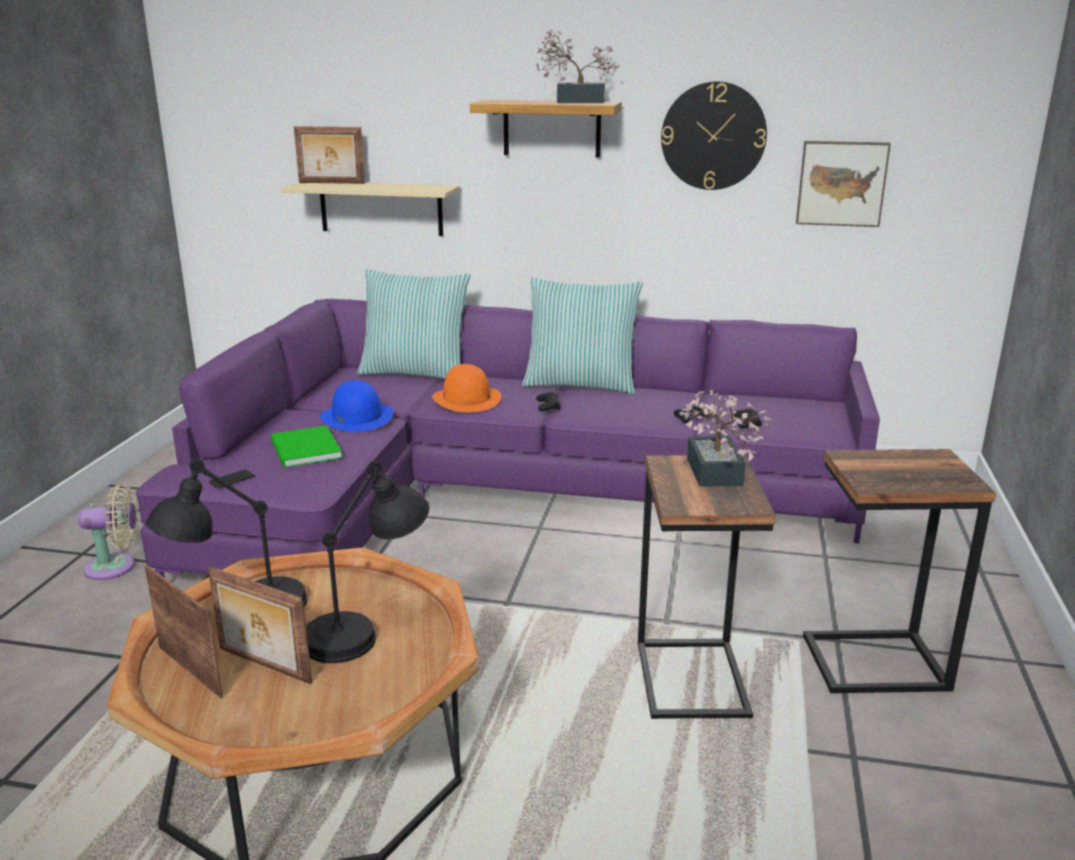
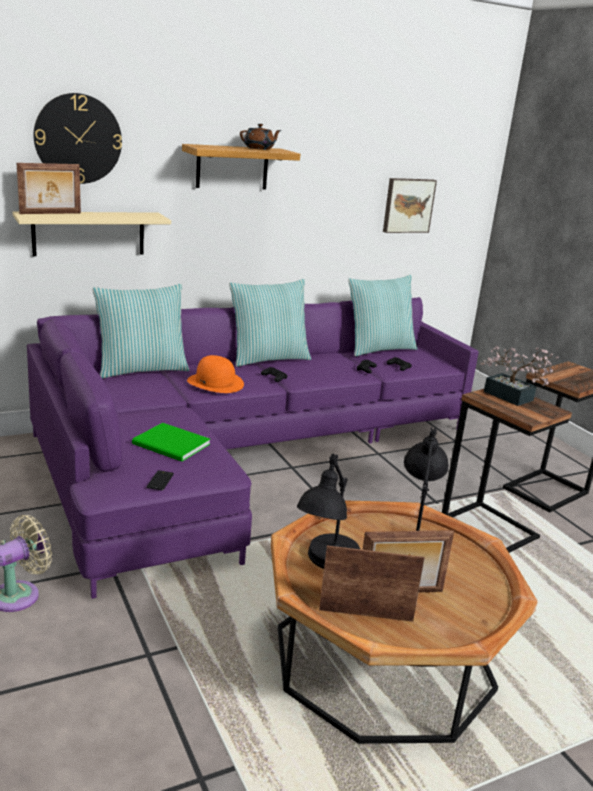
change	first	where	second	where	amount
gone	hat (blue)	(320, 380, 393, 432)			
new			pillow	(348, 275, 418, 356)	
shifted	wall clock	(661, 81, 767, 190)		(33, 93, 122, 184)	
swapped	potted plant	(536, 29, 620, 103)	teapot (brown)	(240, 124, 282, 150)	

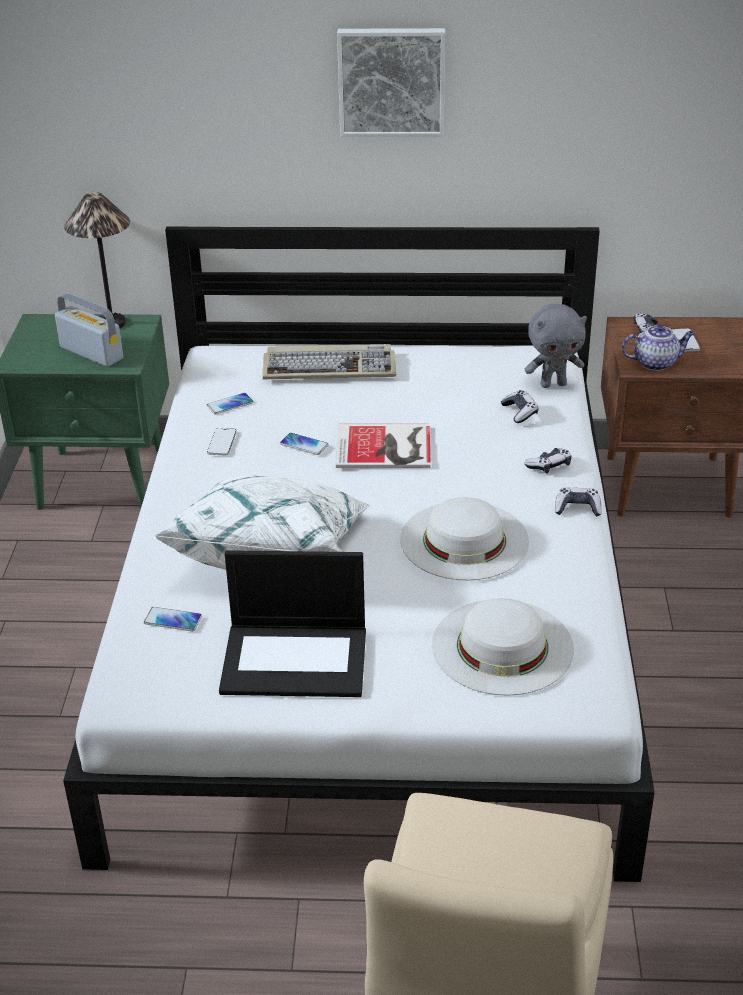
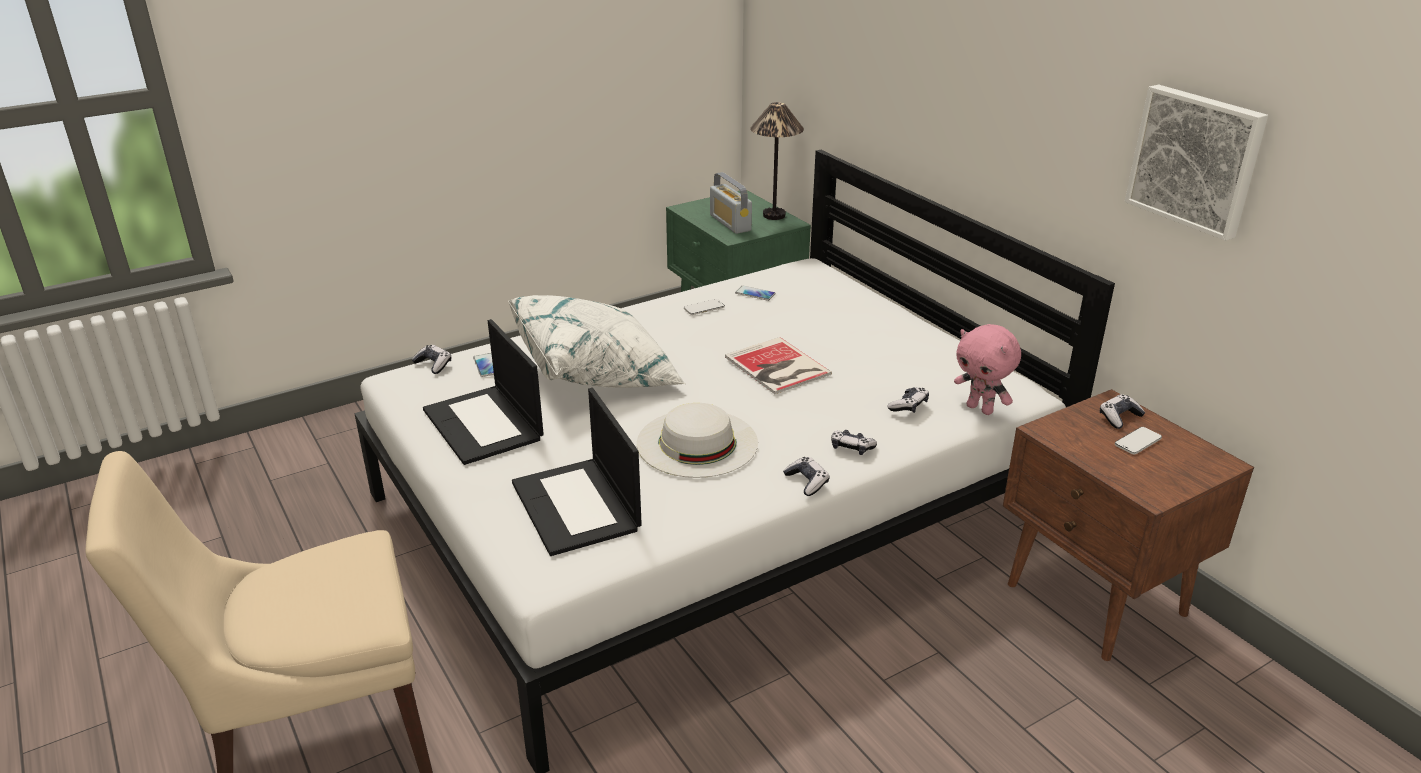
change	first	where	second	where	amount
gone	keyboard	(262, 344, 396, 380)			
gone	phone	(280, 433, 329, 455)			
gone	teapot	(622, 325, 695, 371)			
new			game controller	(412, 345, 451, 374)	
shifted	picture	(337, 28, 445, 137)		(1125, 84, 1268, 241)	
swapped	hat (white)	(432, 598, 574, 696)	laptop	(512, 388, 642, 556)	
repainted	plush toy (grey)	(525, 304, 587, 388)	plush toy (pink)	(954, 324, 1021, 415)	
rotated	radio	(55, 293, 123, 367)		(710, 172, 752, 234)	150 degrees clockwise

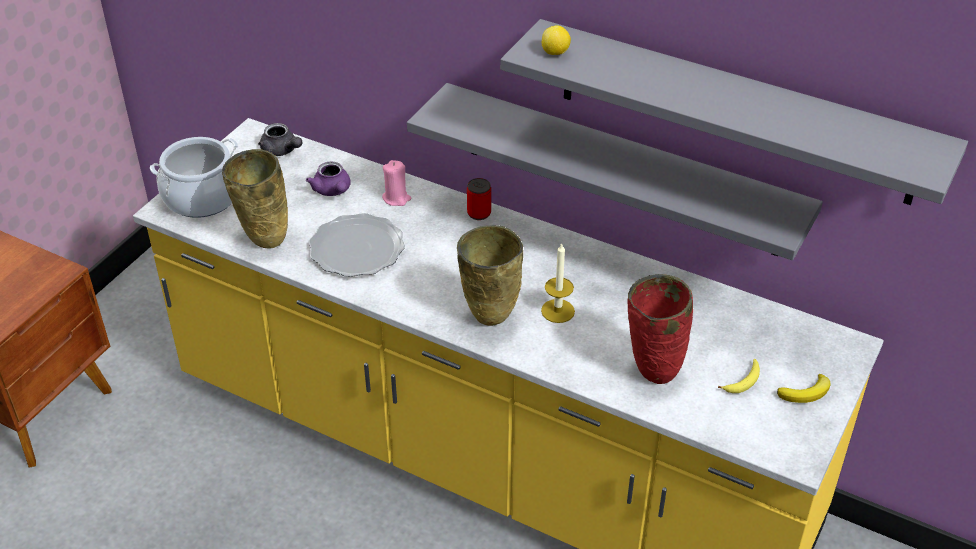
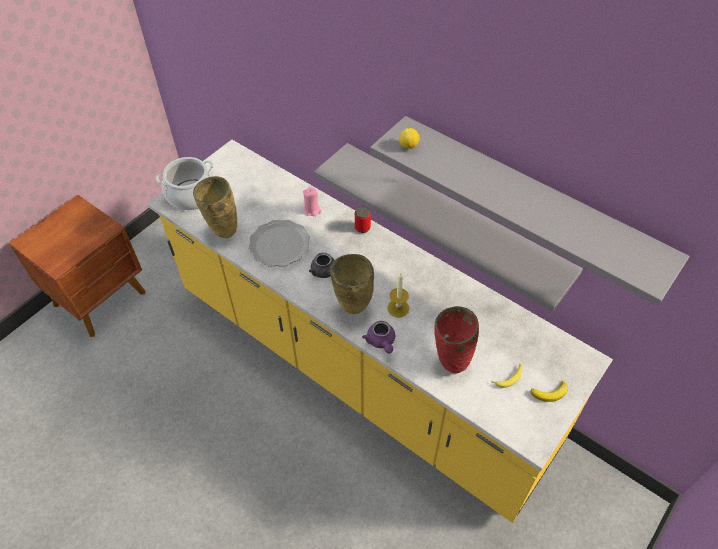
change	first	where	second	where	amount
shifted	teapot (grey)	(258, 123, 303, 156)		(309, 253, 334, 278)	
shifted	teapot (purple)	(306, 161, 351, 196)		(362, 321, 395, 354)	

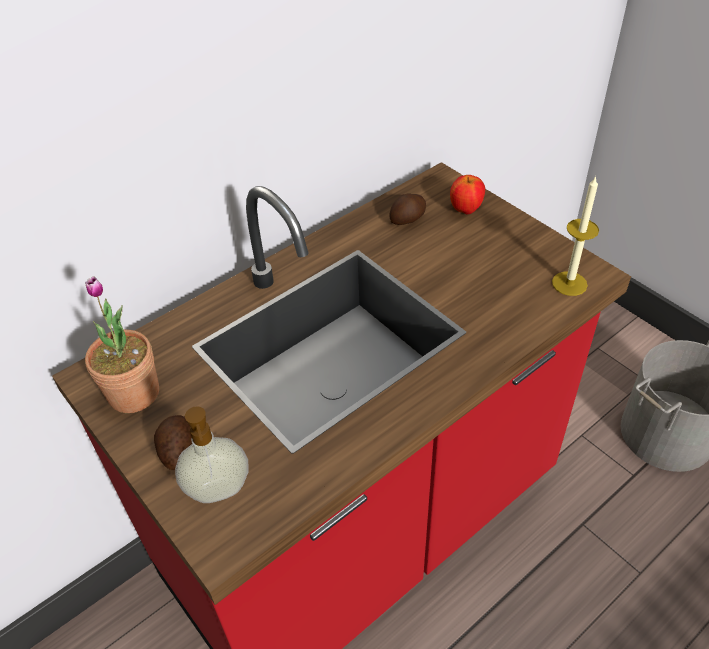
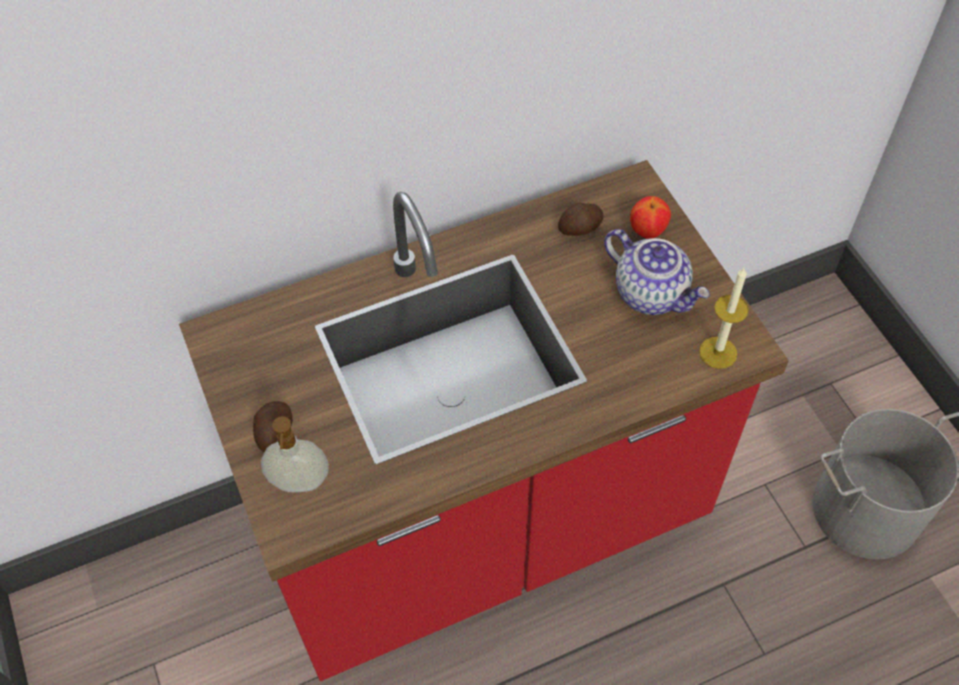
change	first	where	second	where	amount
gone	potted plant	(85, 276, 159, 413)			
new			teapot	(604, 229, 710, 315)	

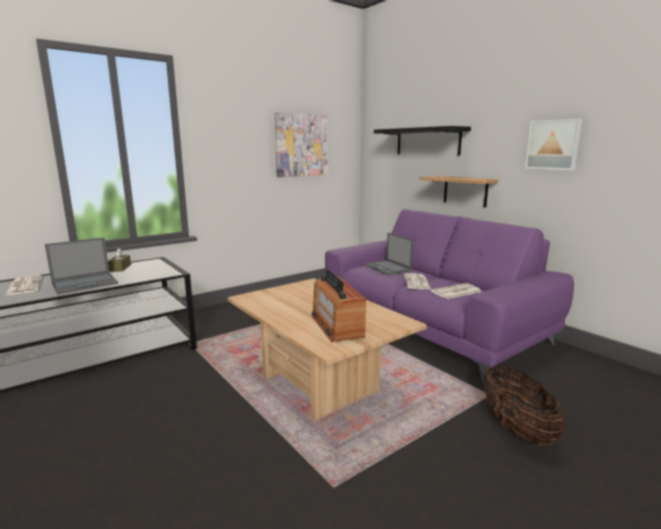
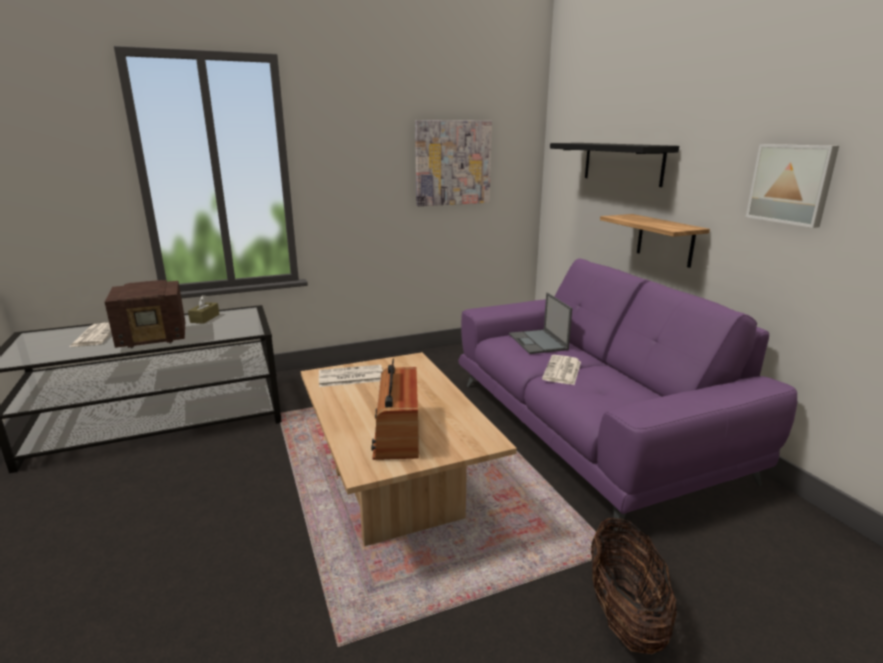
change	first	where	second	where	amount
shifted	newspaper	(431, 283, 481, 299)		(319, 365, 383, 387)	
swapped	laptop	(45, 237, 118, 294)	radio	(105, 280, 185, 348)	

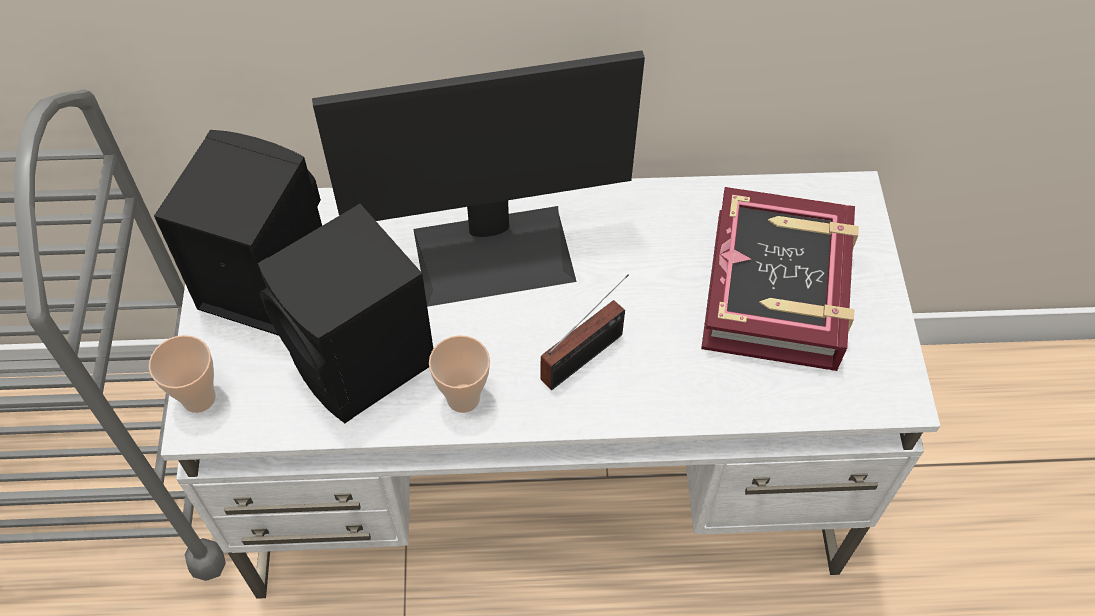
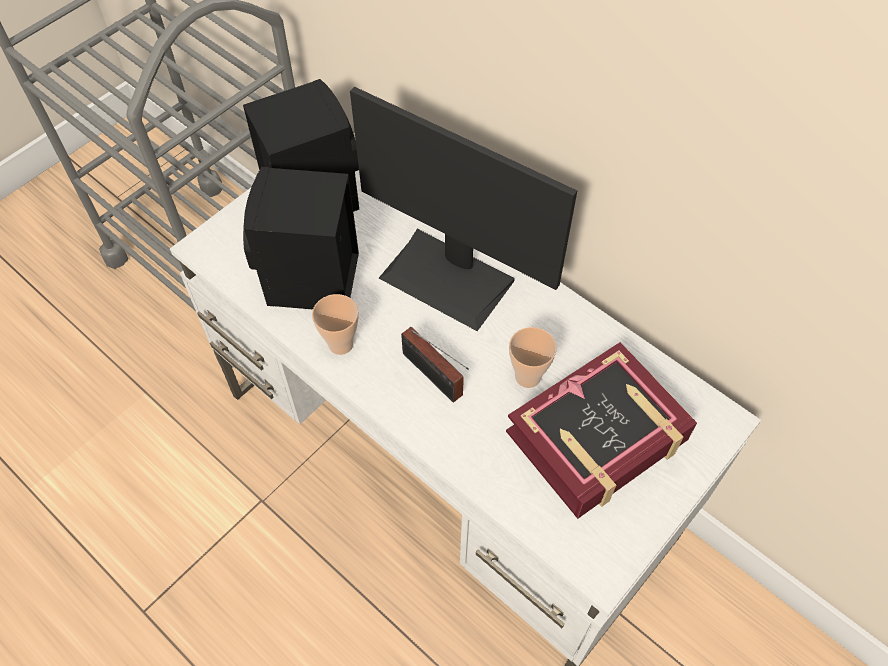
change	first	where	second	where	amount
shifted	cup	(149, 335, 216, 413)		(509, 327, 557, 388)	
rotated	radio	(541, 274, 629, 390)		(401, 327, 469, 403)	45 degrees clockwise

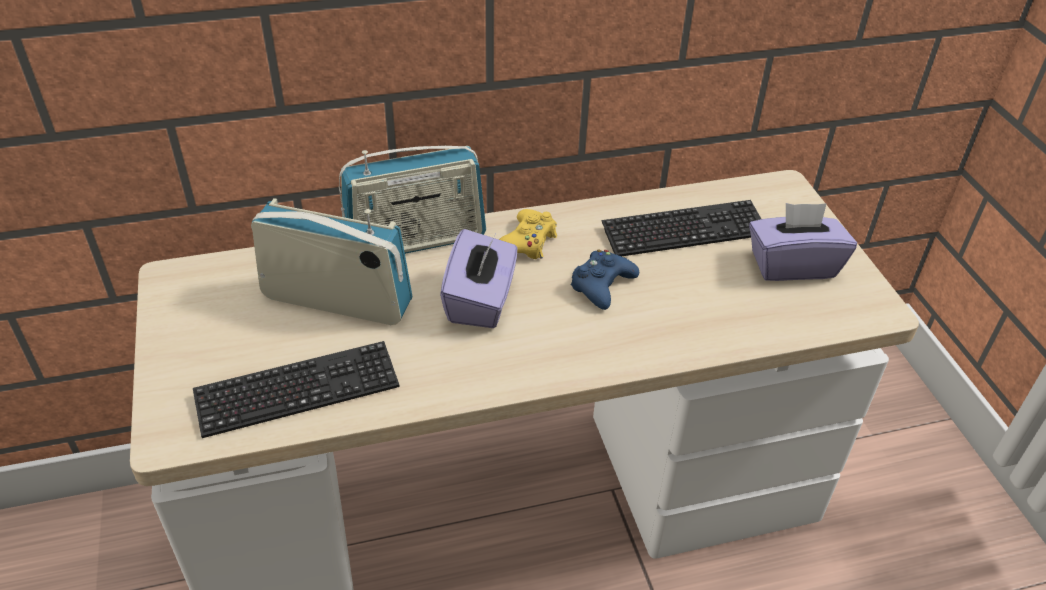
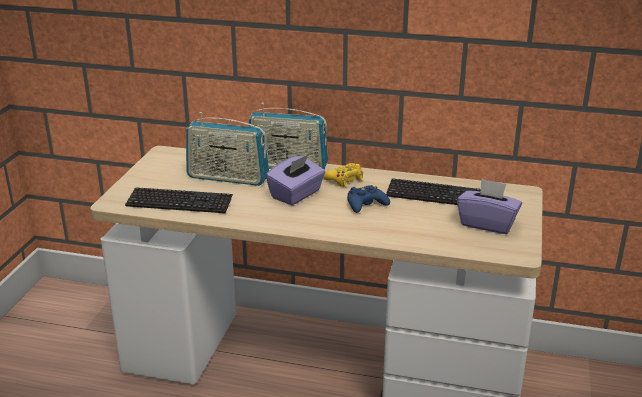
change	first	where	second	where	amount
rotated	radio	(251, 198, 412, 325)		(186, 112, 269, 186)	150 degrees clockwise

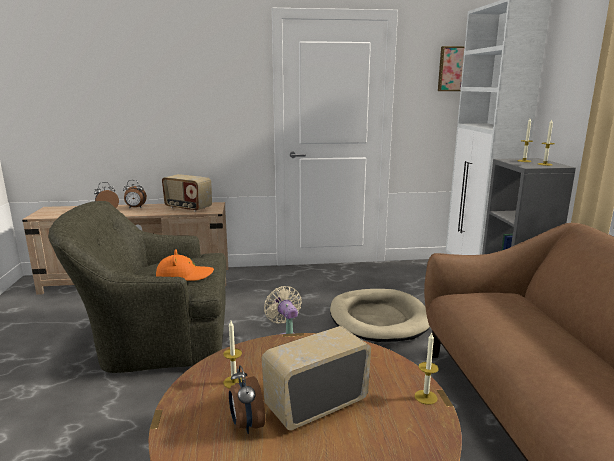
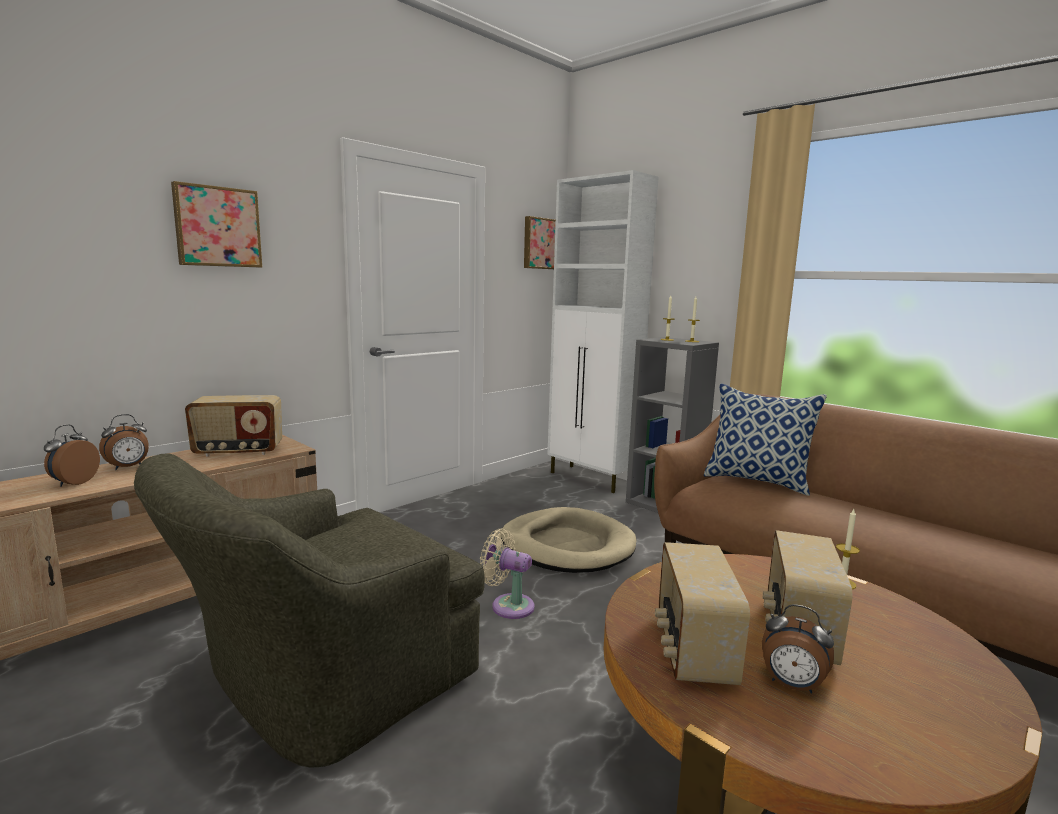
change	first	where	second	where	amount
gone	hat (orange)	(156, 249, 214, 281)			
new			picture	(171, 181, 262, 268)	
new			pillow	(704, 383, 827, 496)	
swapped	candle	(223, 321, 242, 389)	radio	(655, 542, 750, 685)	

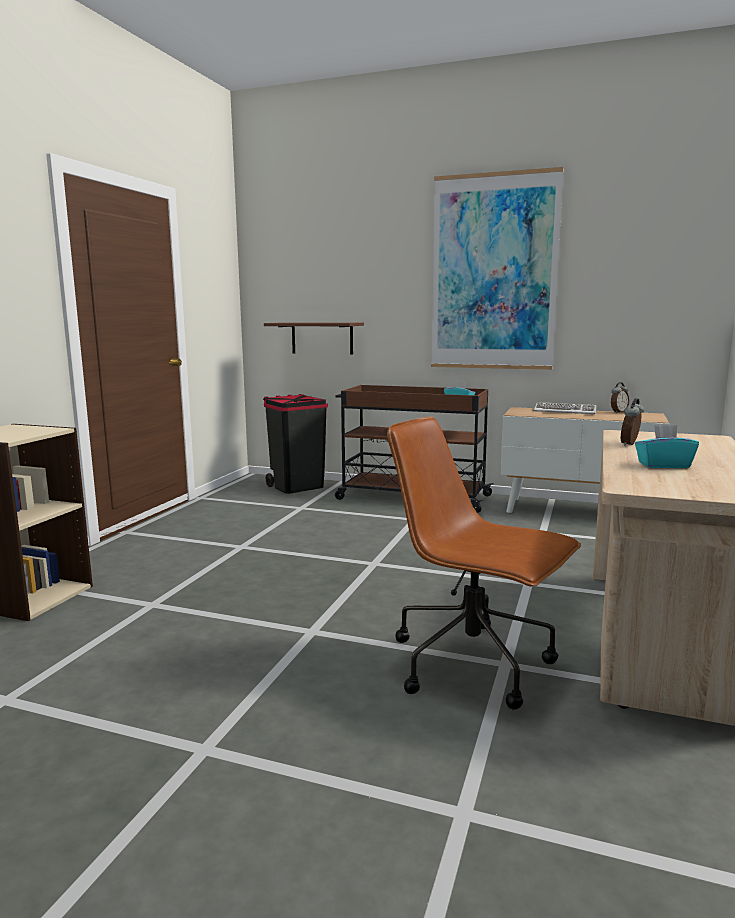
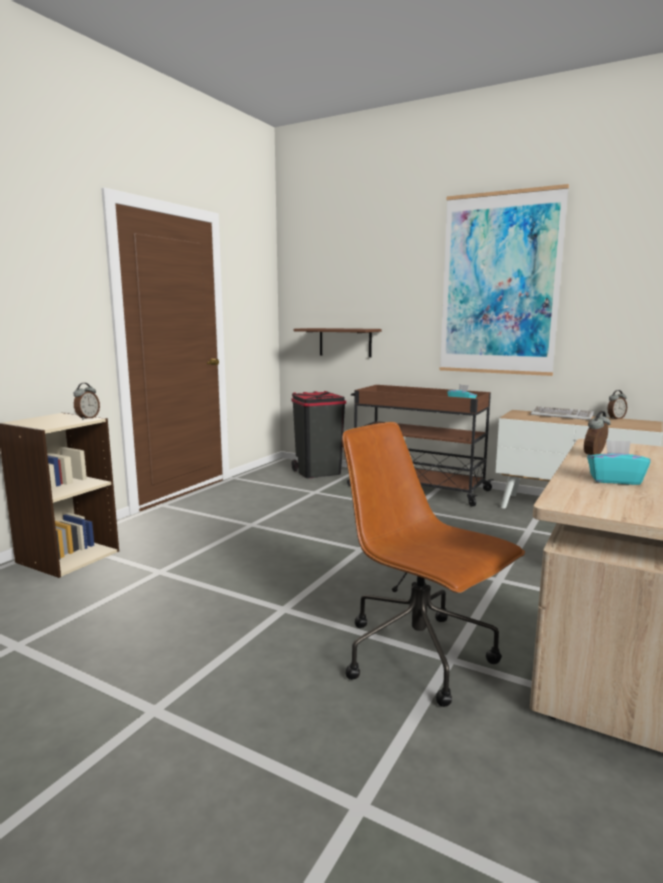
change	first	where	second	where	amount
new			alarm clock	(73, 383, 100, 420)	

